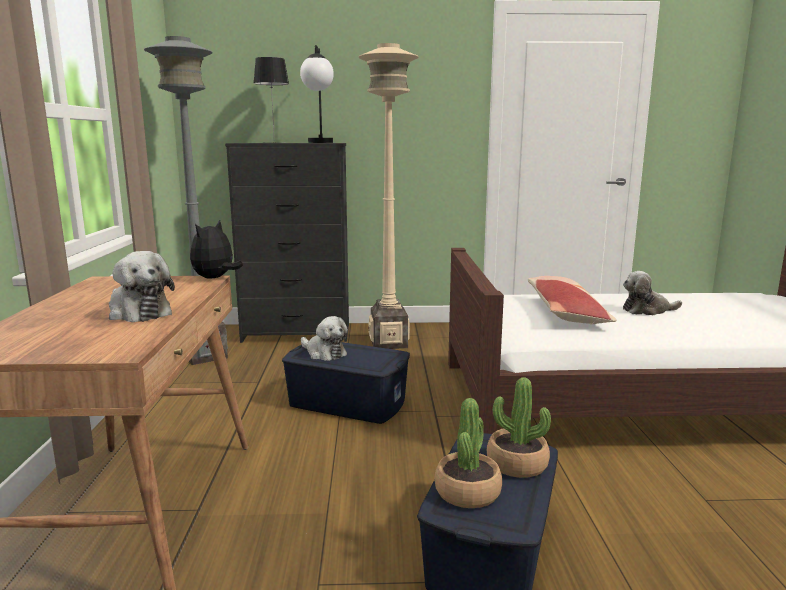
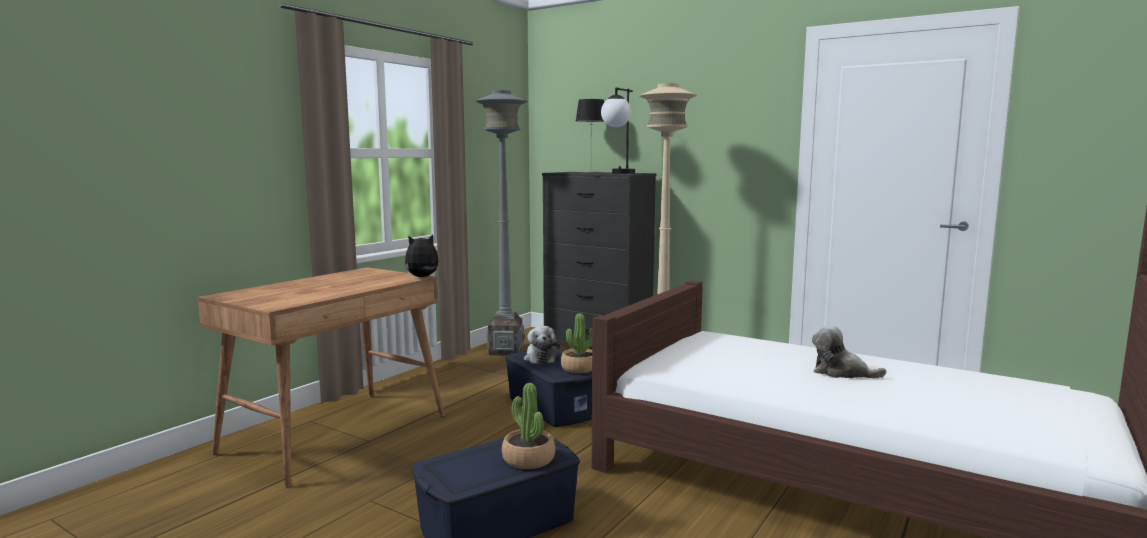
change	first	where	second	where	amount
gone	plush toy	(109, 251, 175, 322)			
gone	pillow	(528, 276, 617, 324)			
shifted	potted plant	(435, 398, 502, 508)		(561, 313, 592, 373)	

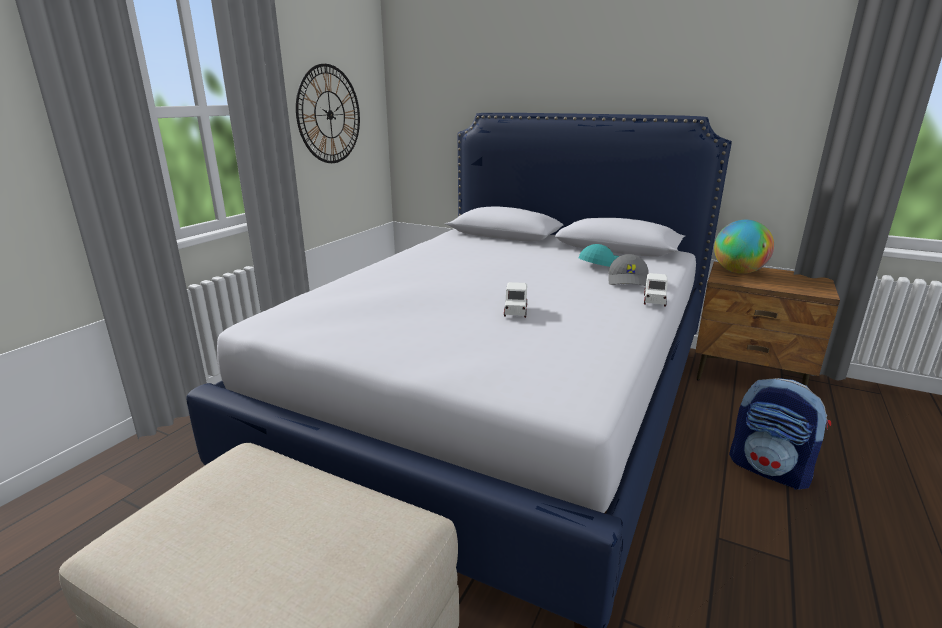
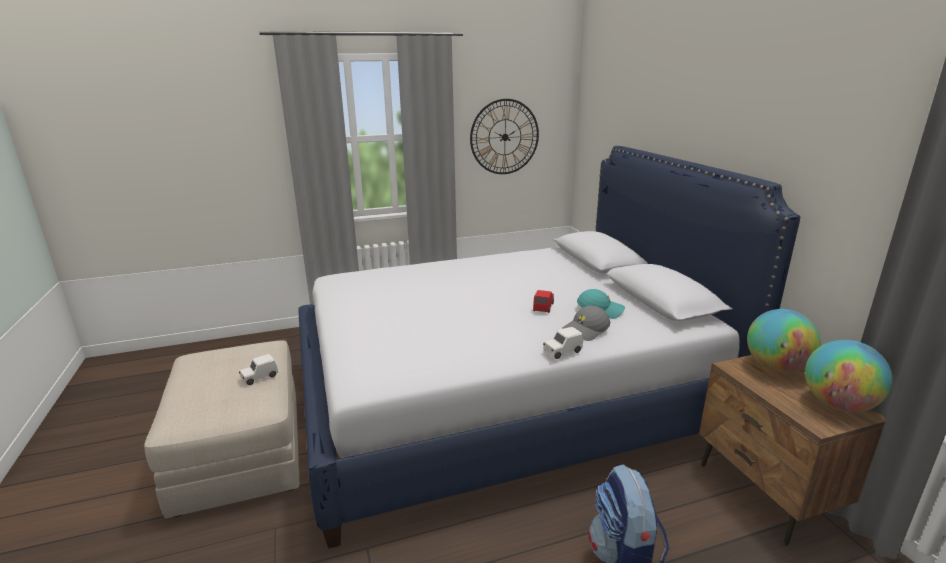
change	first	where	second	where	amount
new			toy car (red)	(533, 290, 554, 313)	
new			globe	(805, 340, 893, 413)	
shifted	toy car (white)	(504, 282, 527, 318)		(239, 354, 278, 385)	

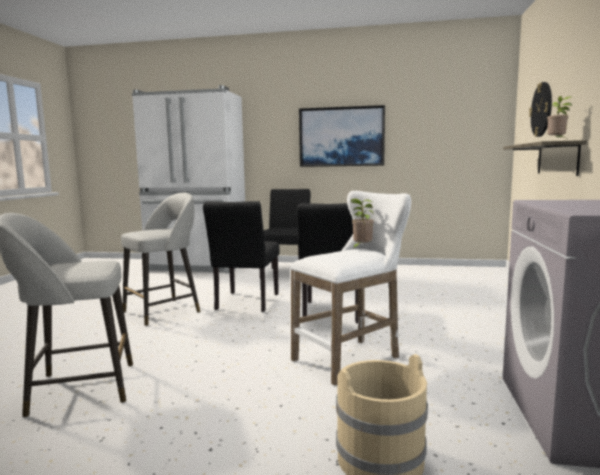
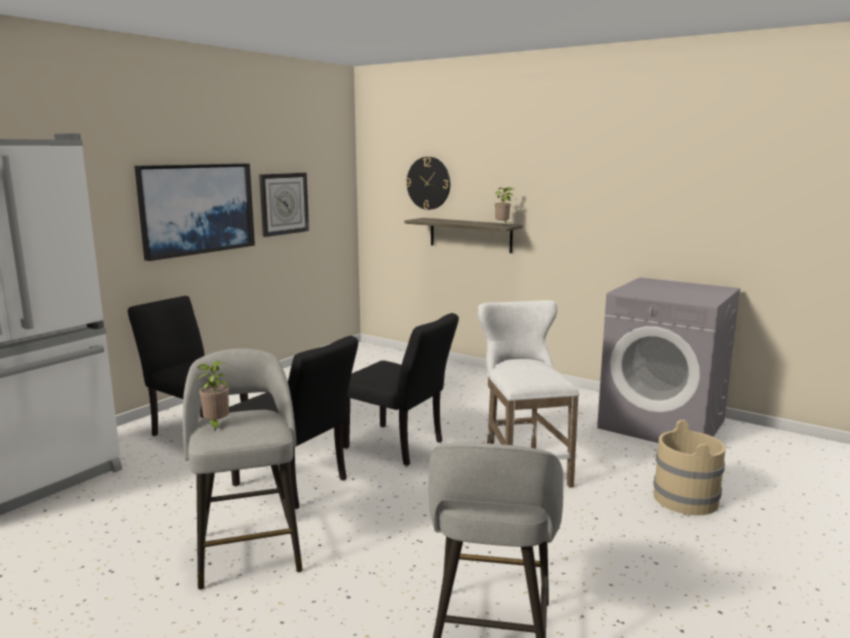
change	first	where	second	where	amount
new			wall clock	(259, 173, 309, 237)	
shifted	potted plant	(351, 199, 374, 250)		(197, 361, 229, 432)	

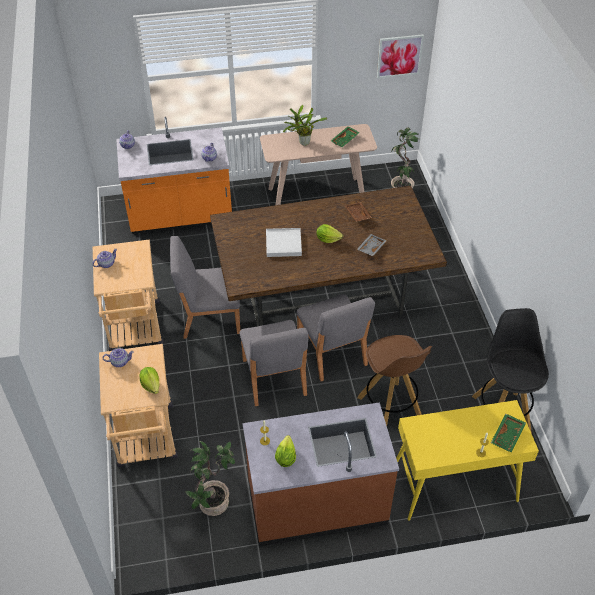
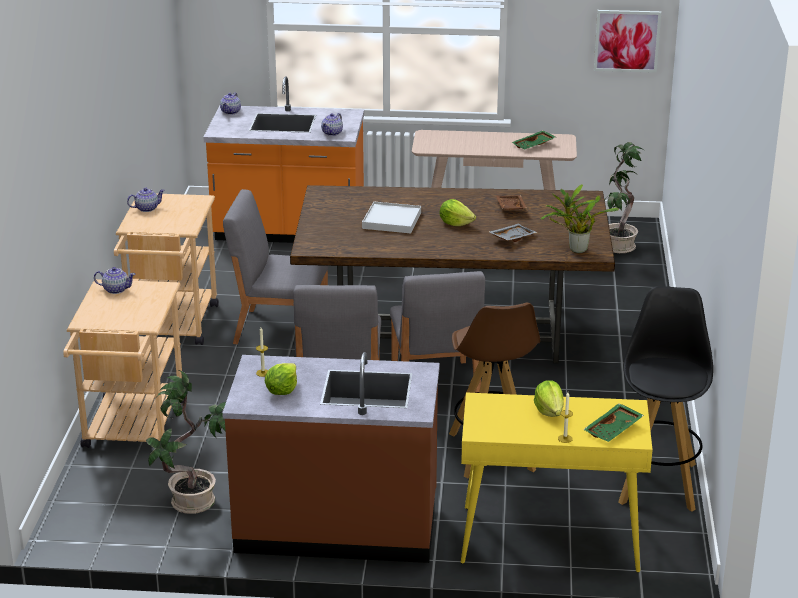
change	first	where	second	where	amount
shifted	lettuce	(139, 367, 160, 394)		(534, 380, 564, 417)	
shifted	potted plant	(283, 105, 327, 146)		(541, 184, 619, 253)	

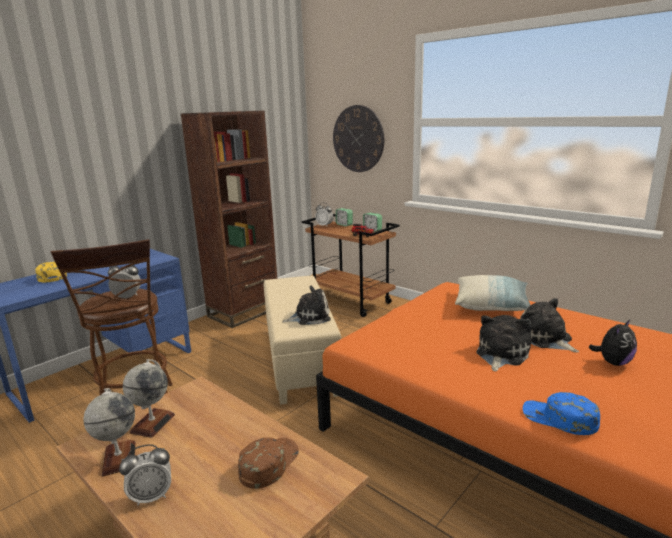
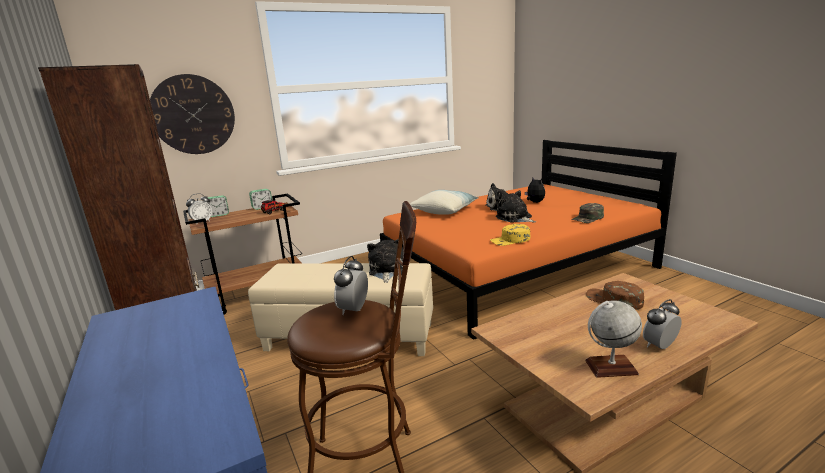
change	first	where	second	where	amount
gone	globe	(123, 359, 175, 438)			
shifted	cap (yellow)	(36, 262, 67, 282)		(490, 224, 531, 246)	
repainted	cap (blue)	(523, 392, 600, 435)	cap (green)	(571, 203, 604, 223)	
rotated	alarm clock	(119, 444, 171, 506)		(643, 299, 682, 349)	120 degrees counterclockwise

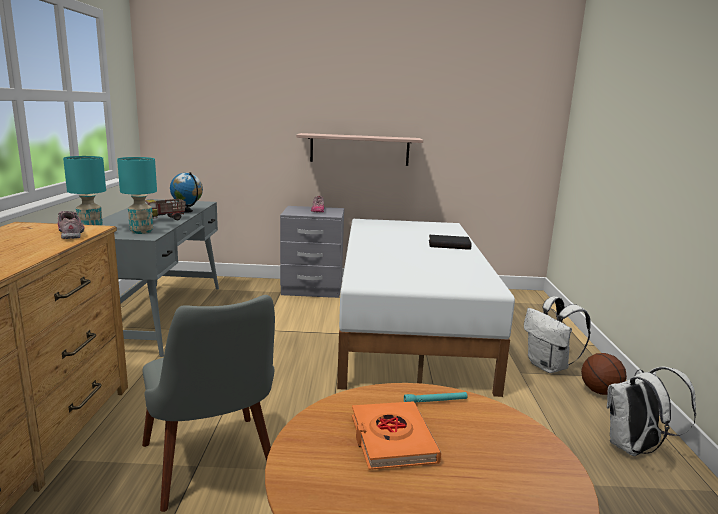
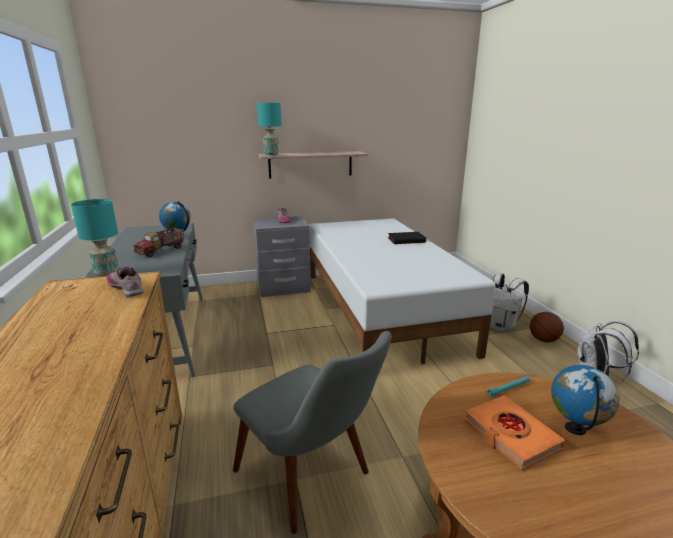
change	first	where	second	where	amount
new			globe	(551, 365, 619, 435)	
shifted	table lamp (turquoise)	(117, 157, 157, 234)		(257, 103, 281, 155)	

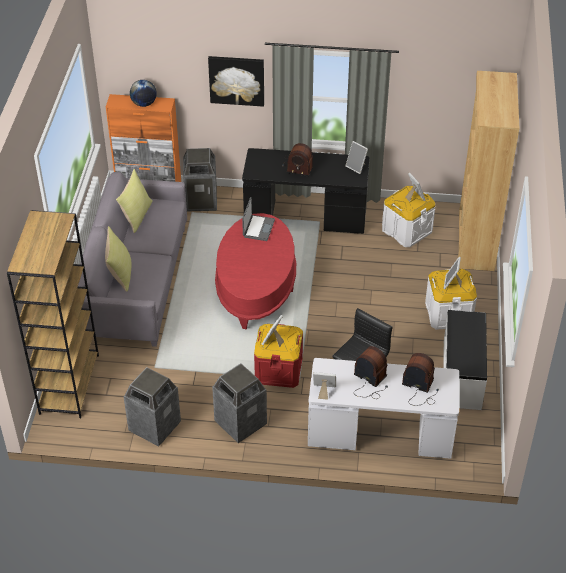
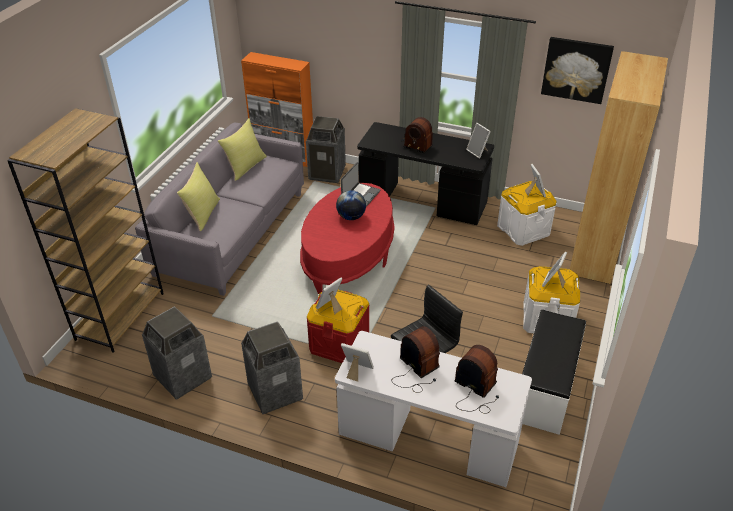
change	first	where	second	where	amount
shifted	globe	(130, 80, 157, 107)		(336, 190, 366, 220)	
shifted	picture	(208, 56, 264, 107)		(541, 37, 614, 104)	

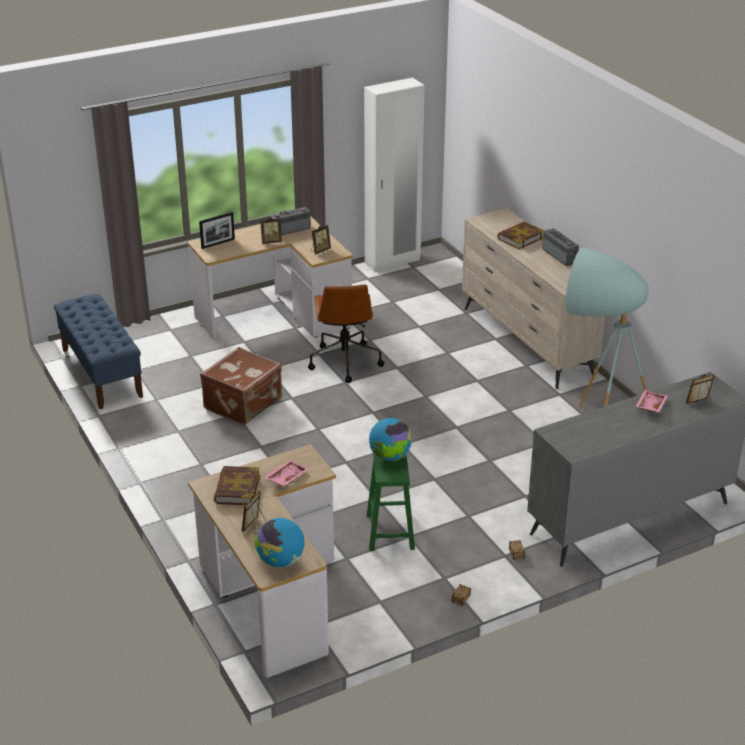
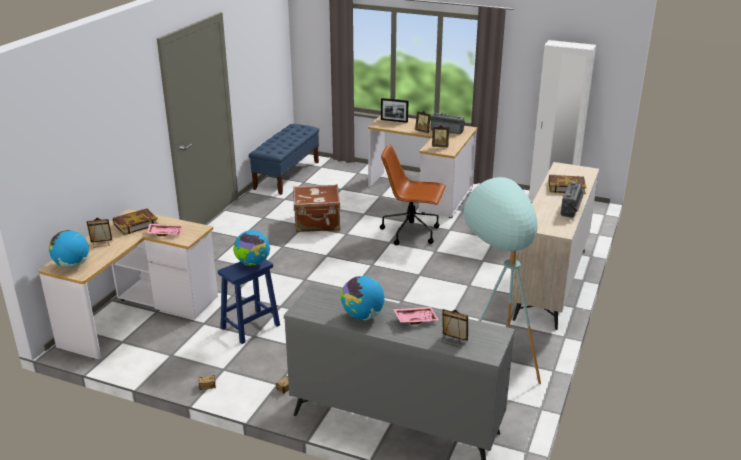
change	first	where	second	where	amount
new			globe	(341, 276, 384, 320)	
repainted	stool (green)	(367, 453, 415, 551)	stool (blue)	(218, 260, 280, 344)	
rotated	office chair (brown)	(308, 284, 384, 383)		(380, 144, 446, 245)	60 degrees clockwise

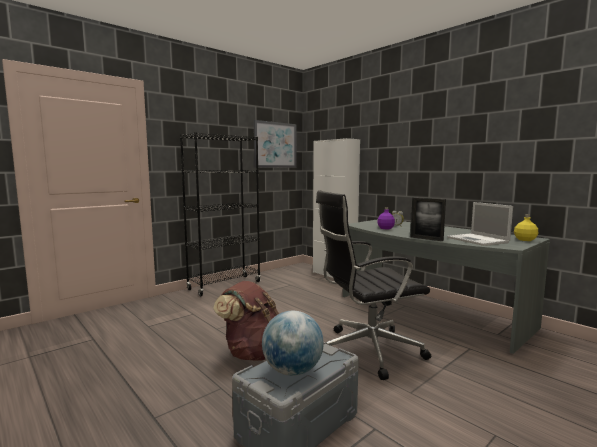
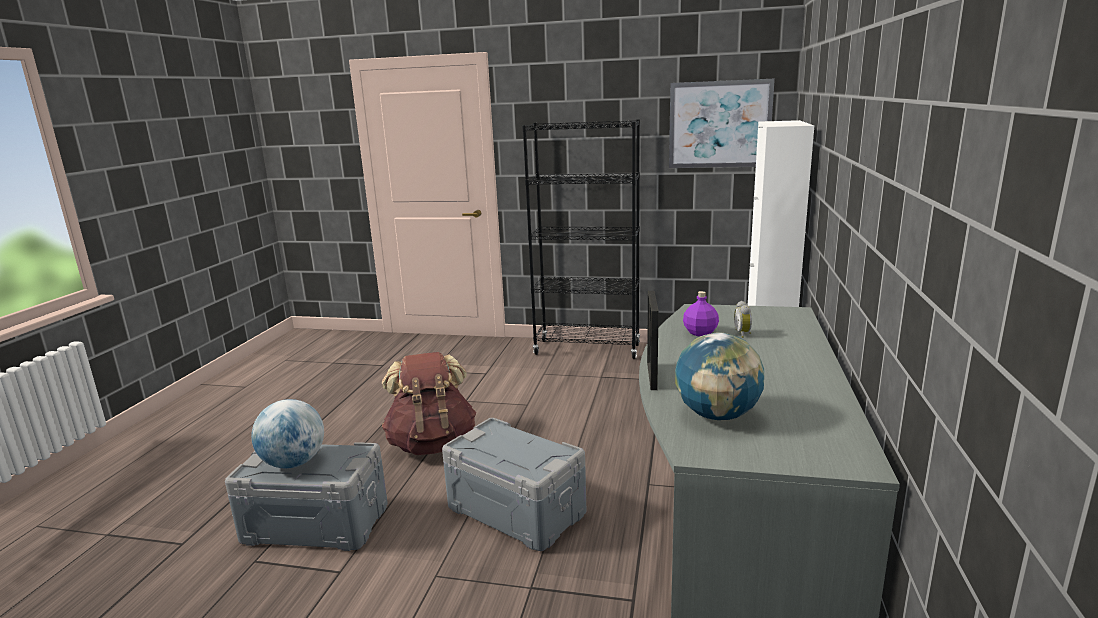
change	first	where	second	where	amount
gone	bottle (yellow)	(514, 214, 538, 241)			
swapped	office chair (black)	(316, 190, 431, 380)	storage box (grey)	(442, 418, 586, 551)	
swapped	laptop	(447, 202, 513, 246)	globe	(675, 332, 764, 420)	

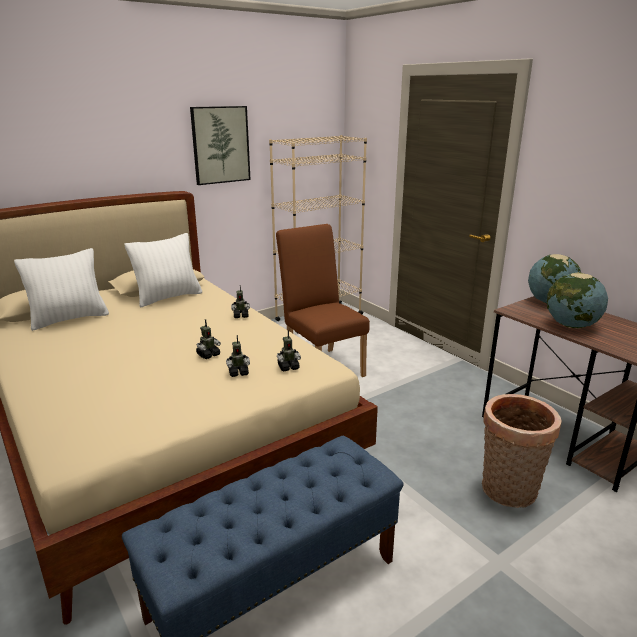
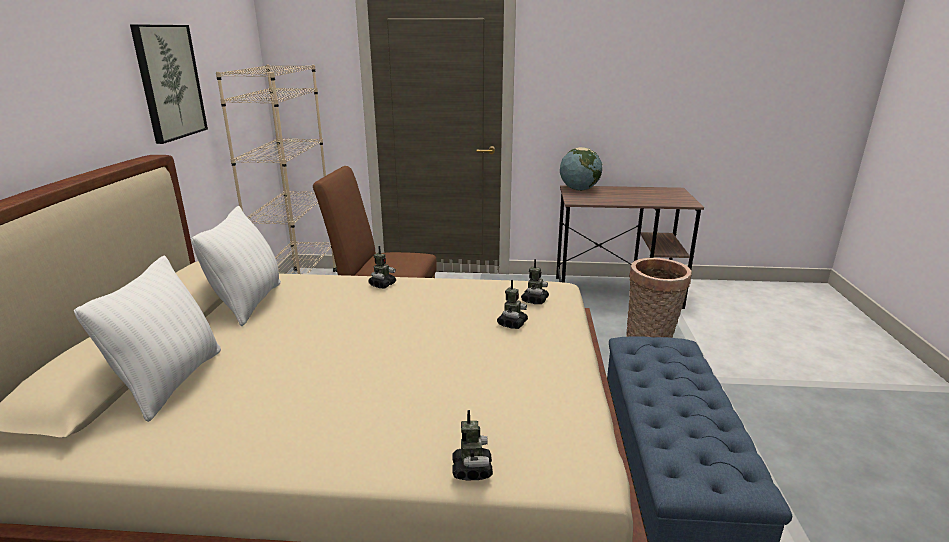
change	first	where	second	where	amount
gone	globe	(547, 272, 608, 329)			
shifted	toy robot	(196, 319, 221, 359)		(452, 410, 493, 480)	

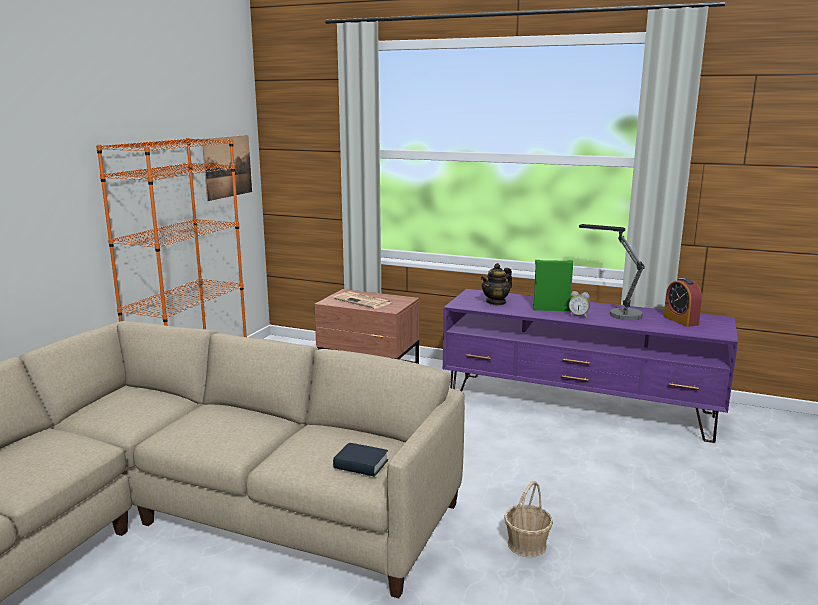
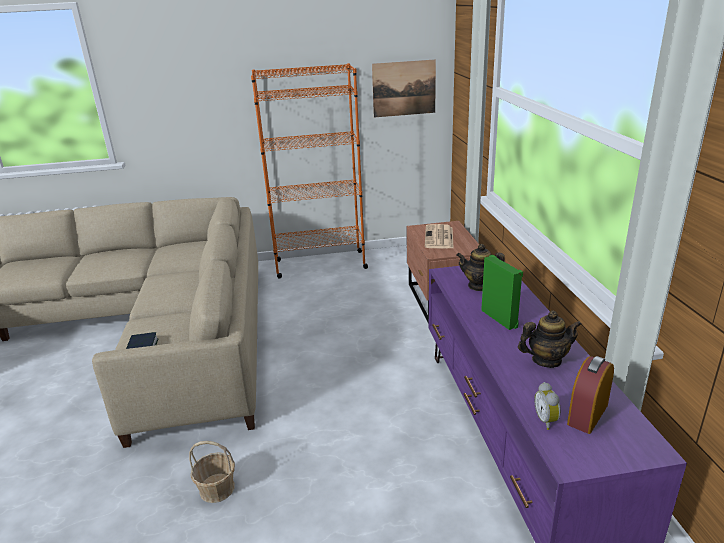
change	first	where	second	where	amount
shifted	alarm clock	(569, 291, 590, 318)		(534, 382, 561, 430)	
swapped	table lamp	(579, 224, 645, 320)	teapot	(518, 310, 582, 368)	

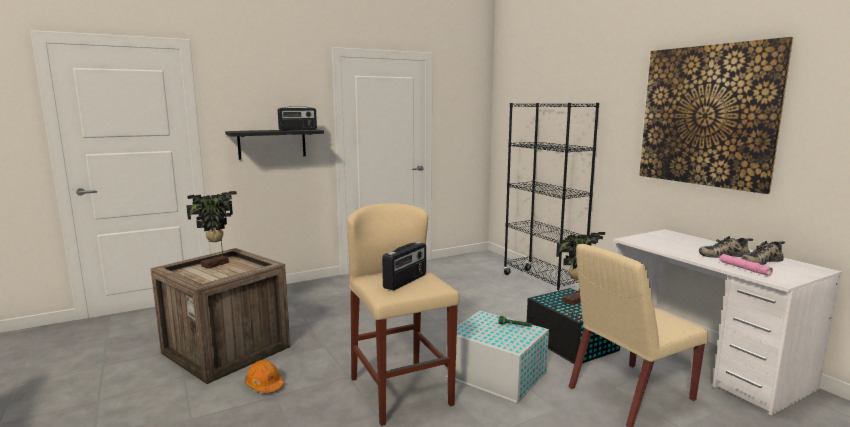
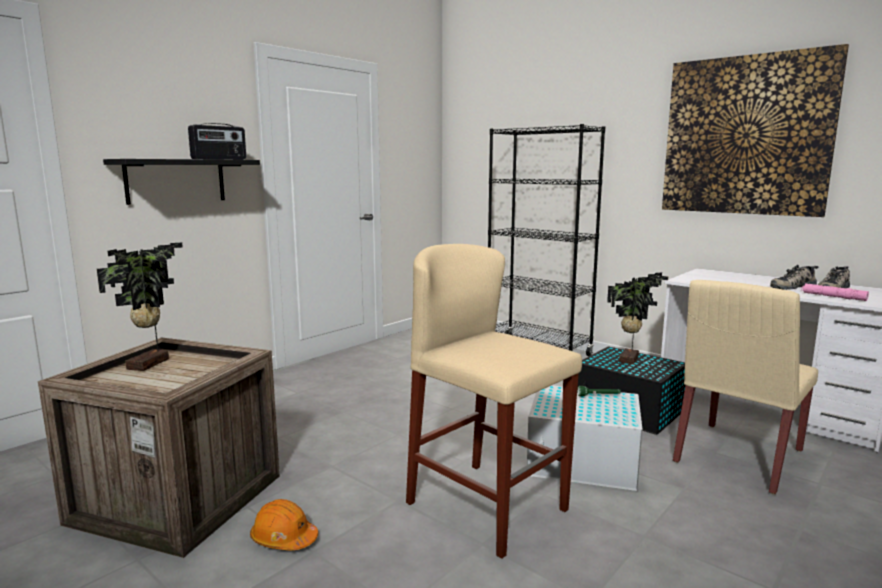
change	first	where	second	where	amount
gone	radio	(382, 242, 426, 290)			

